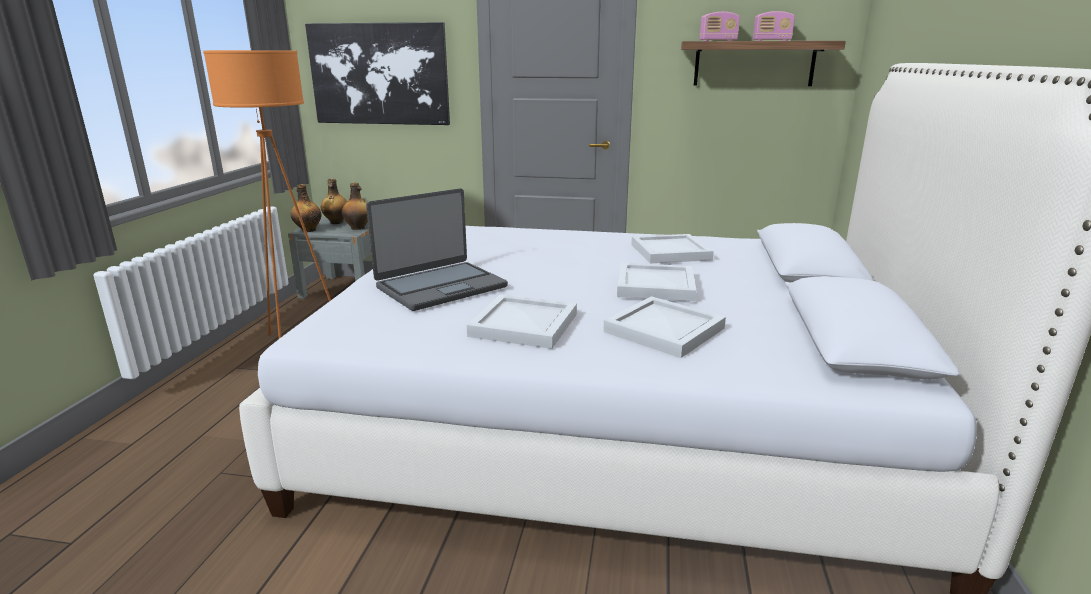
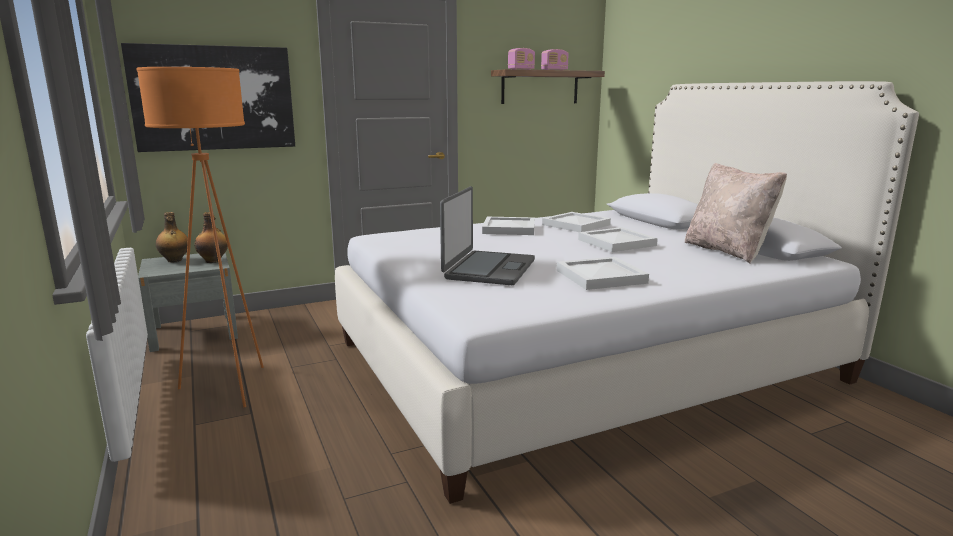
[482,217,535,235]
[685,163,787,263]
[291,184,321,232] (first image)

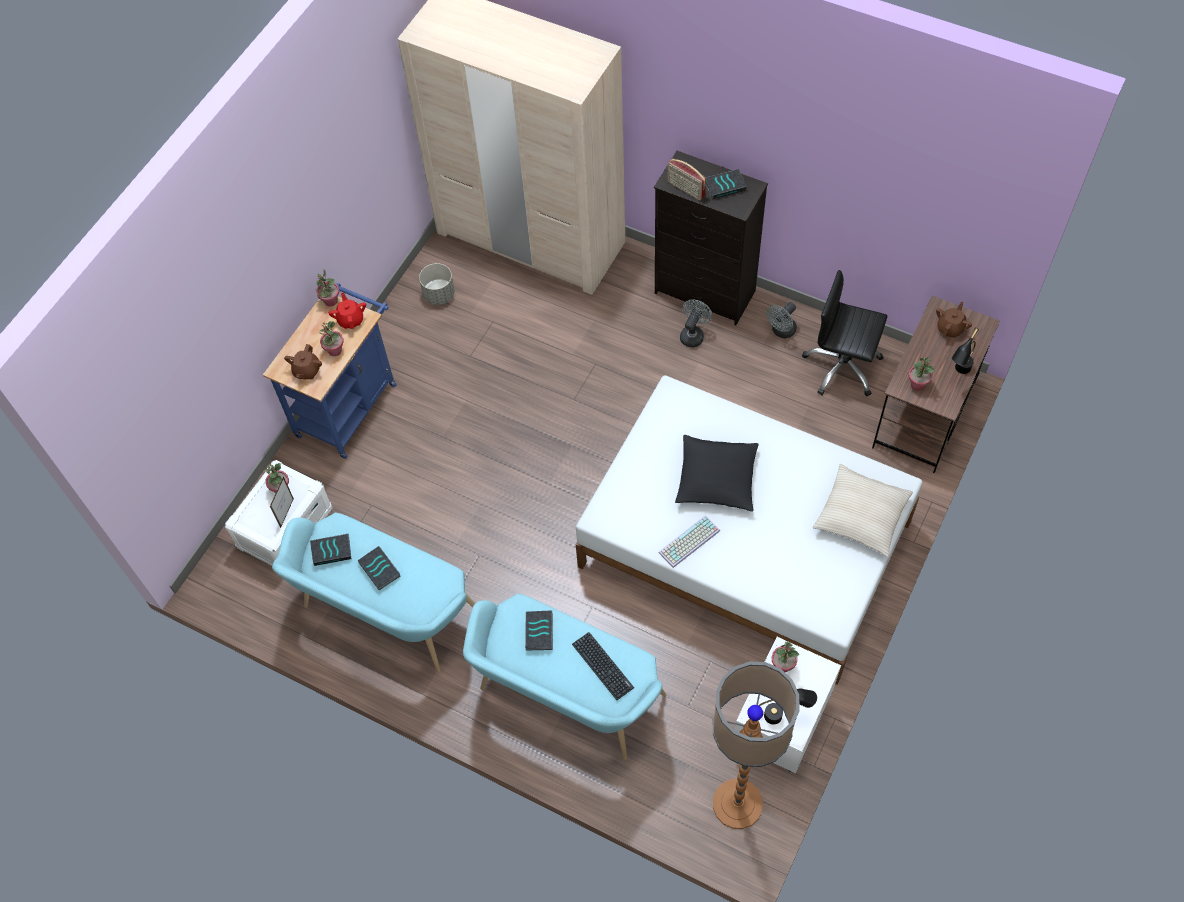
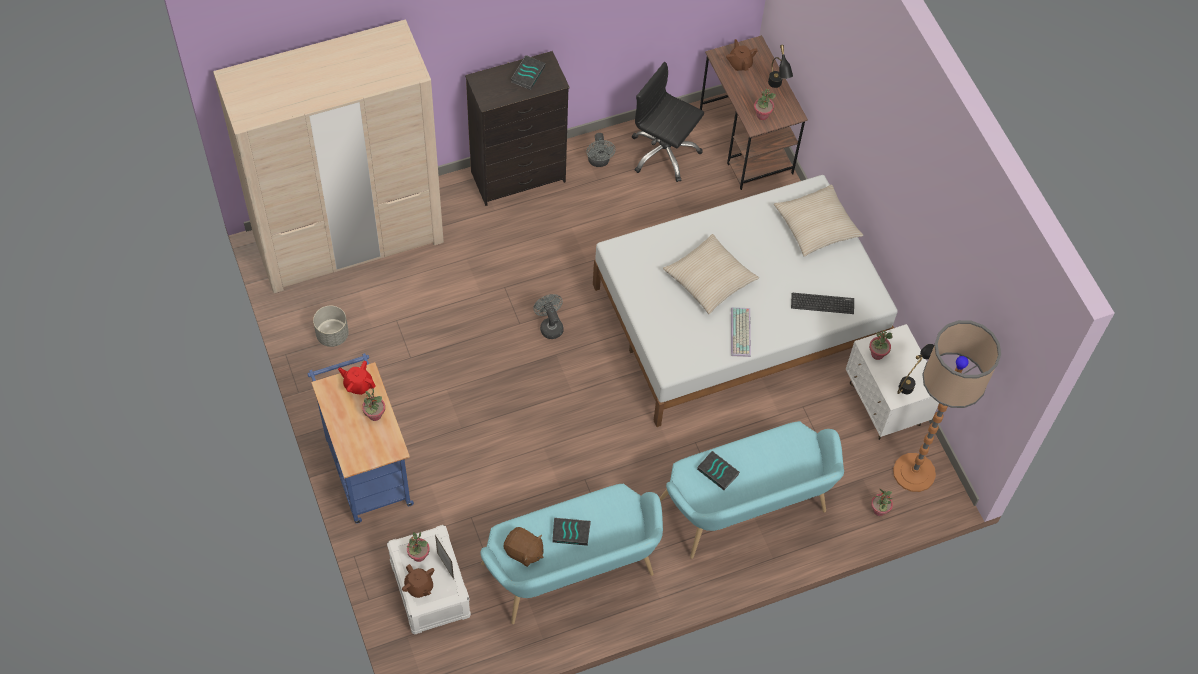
[402,564,434,598]
[504,527,544,567]
[533,294,564,339]
[632,62,704,182]
[663,234,759,315]
[791,293,854,314]
[871,489,893,516]
[668,158,706,200] (first image)

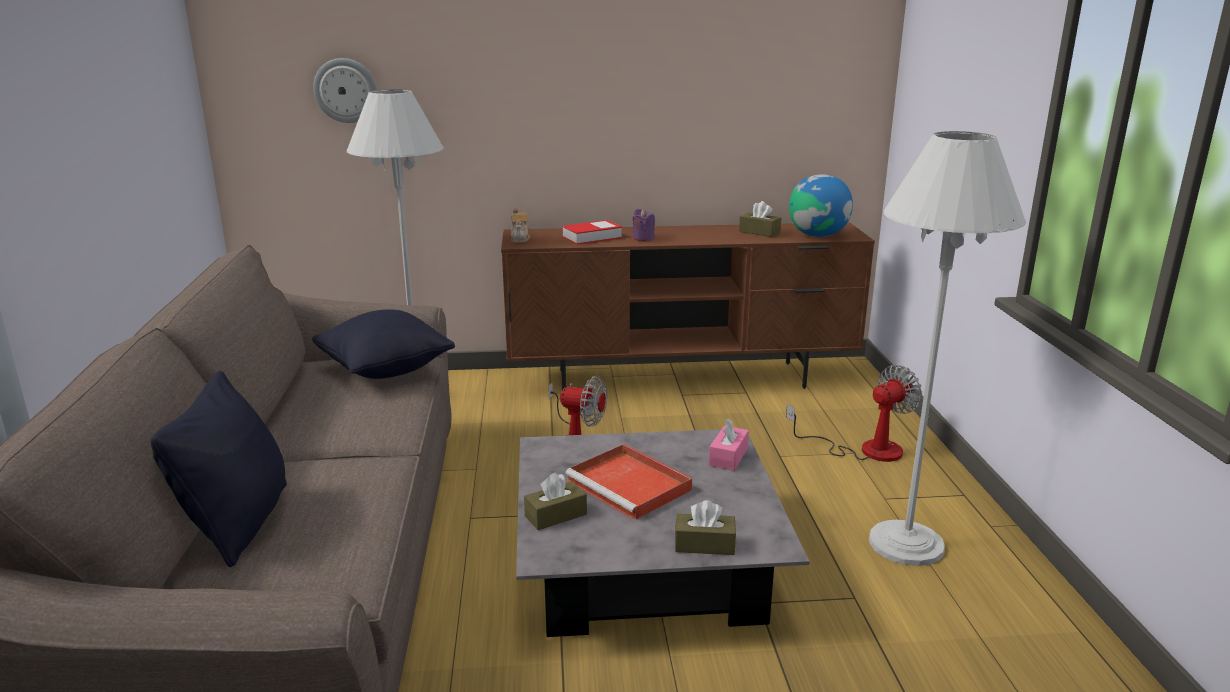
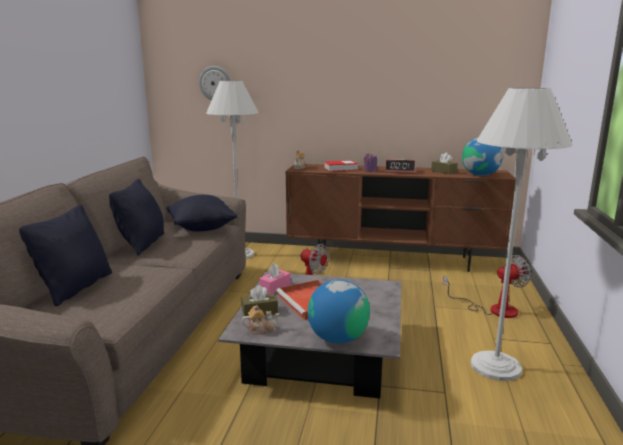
[109,179,164,255]
[242,305,279,335]
[259,263,291,294]
[308,280,370,343]
[385,159,415,173]

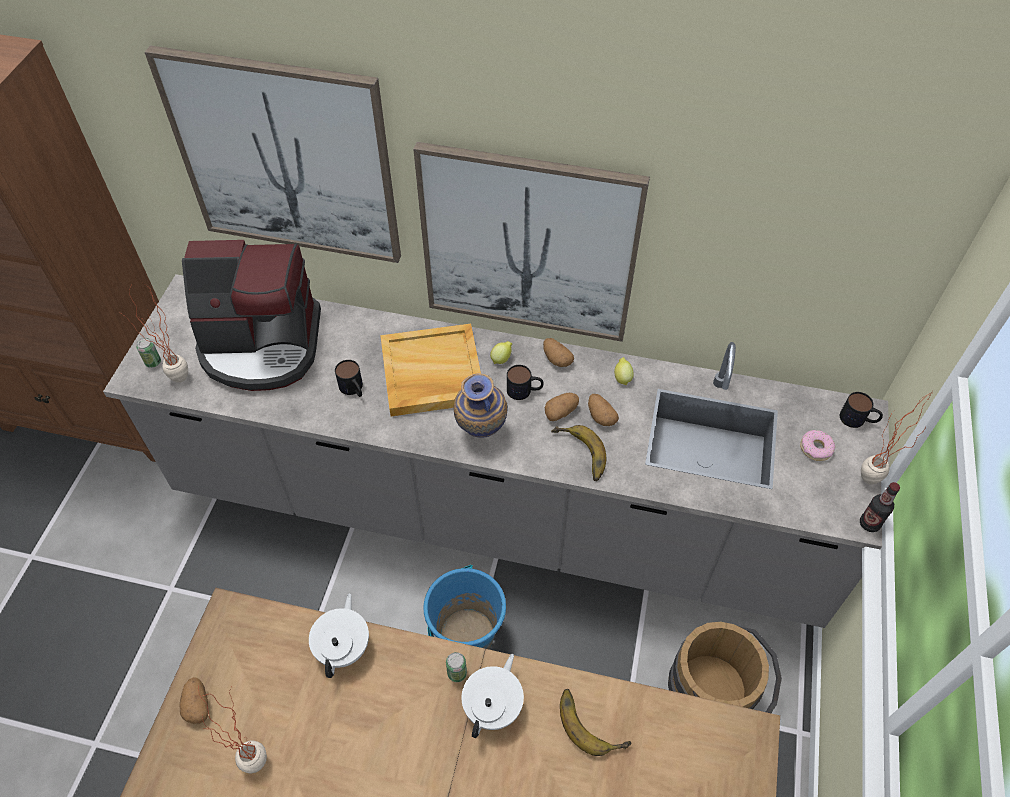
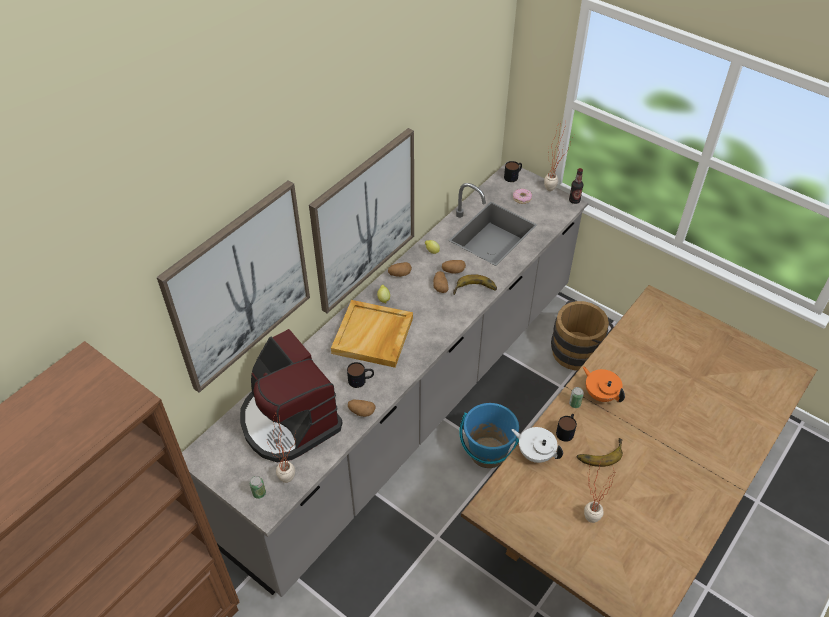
[240,329,342,462]
[348,399,376,417]
[556,414,577,442]
[576,438,623,467]
[583,366,625,402]
[454,373,508,438] (first image)

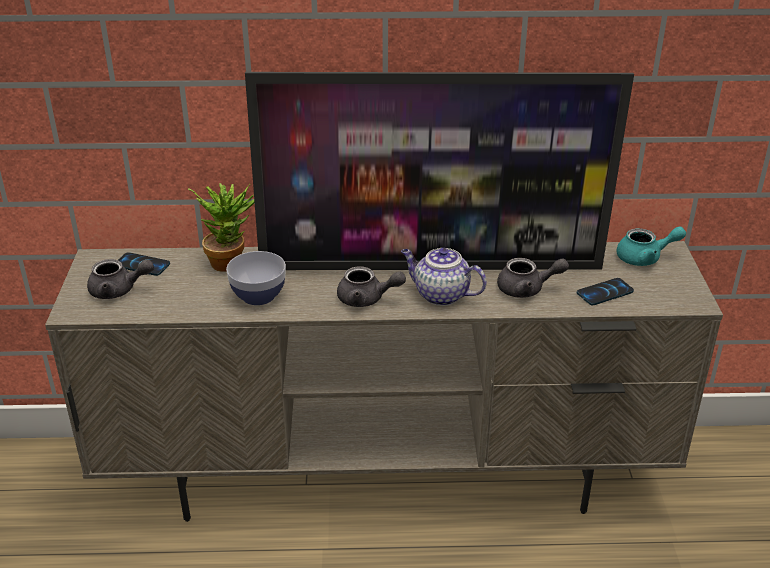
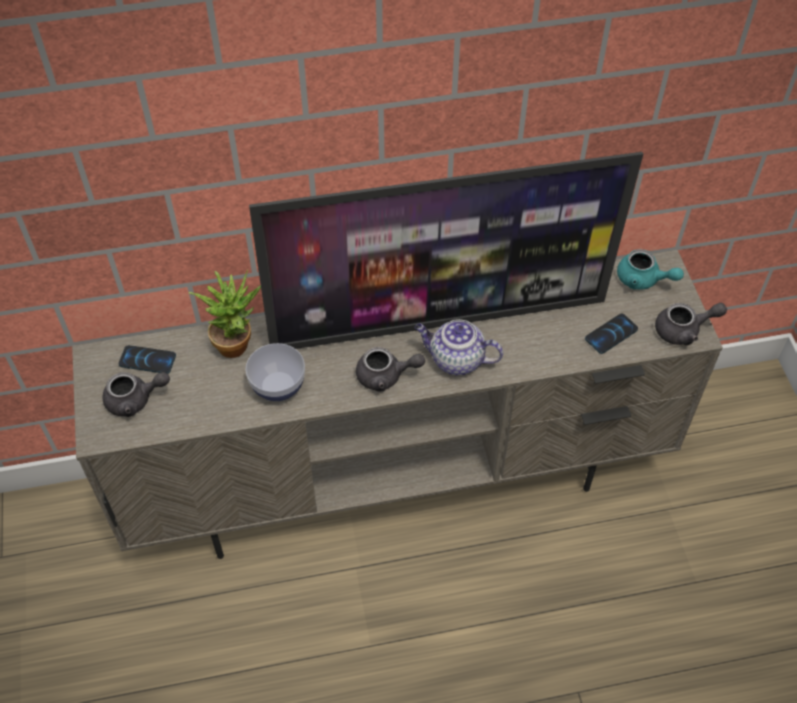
[617,249,684,290]
[655,303,727,345]

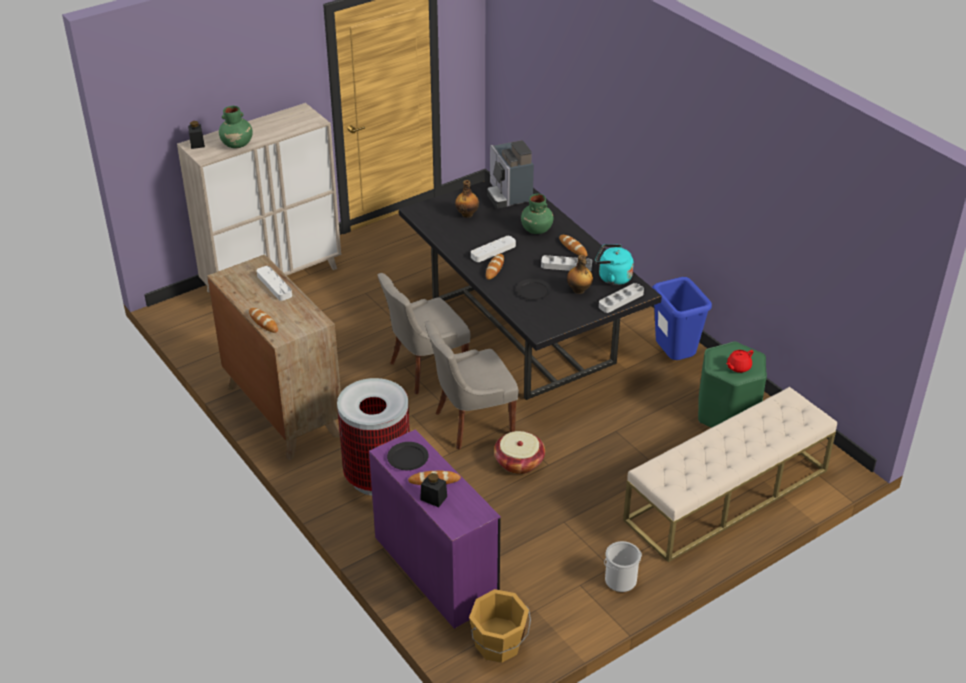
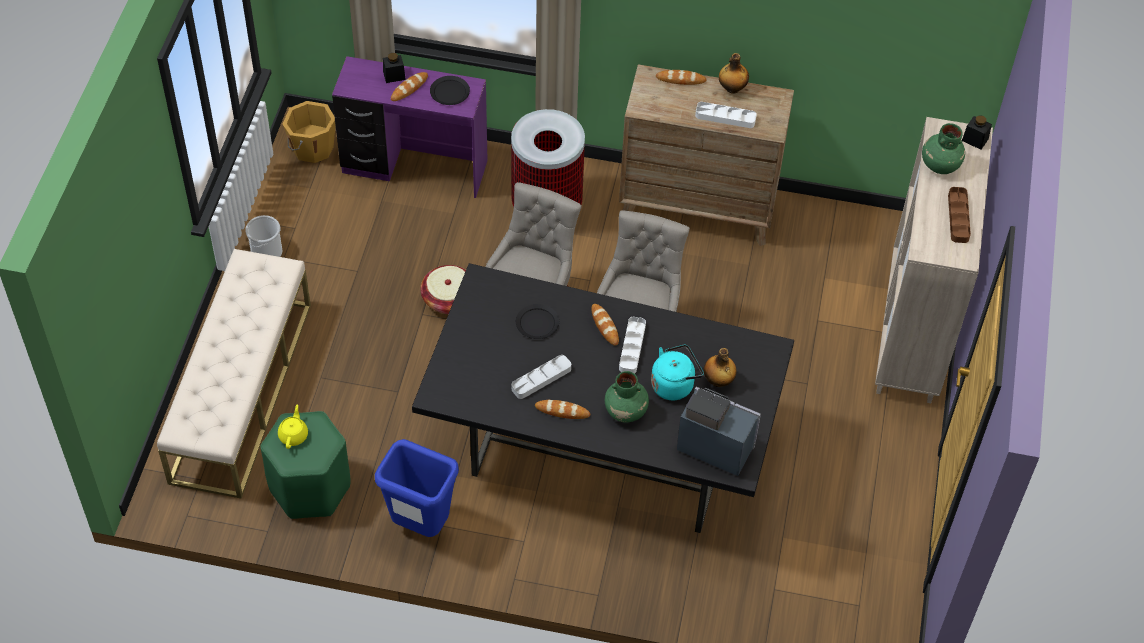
[278,404,308,449]
[651,344,704,400]
[719,53,749,94]
[948,187,971,243]
[599,283,644,313] (first image)

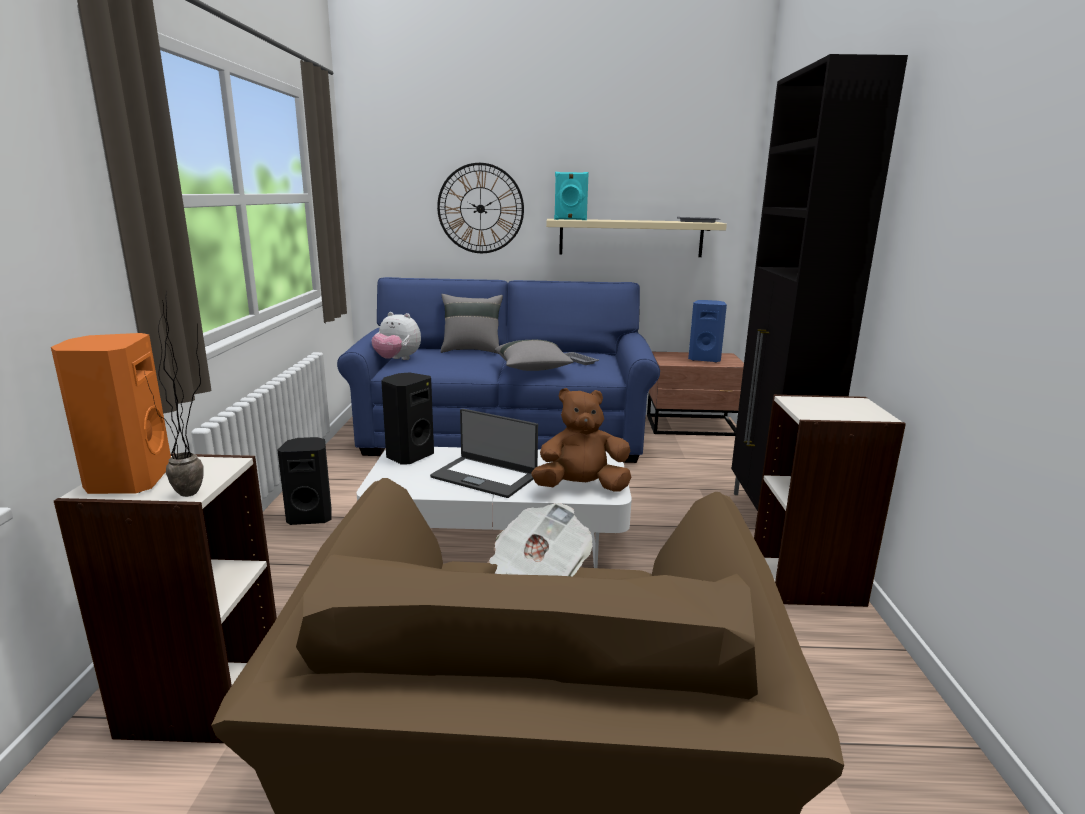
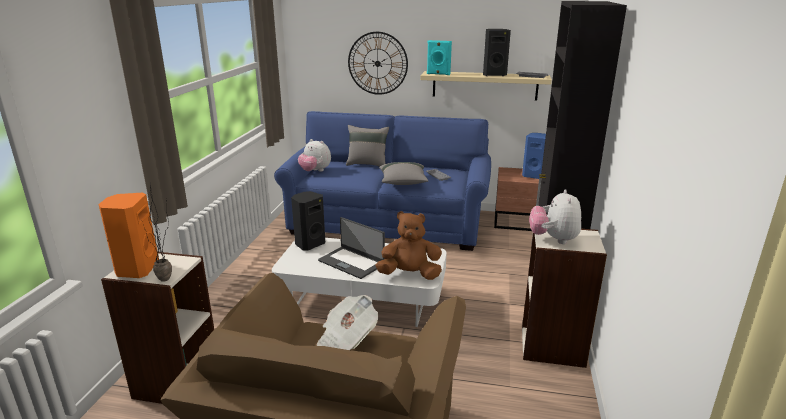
[483,29,511,76]
[529,189,581,244]

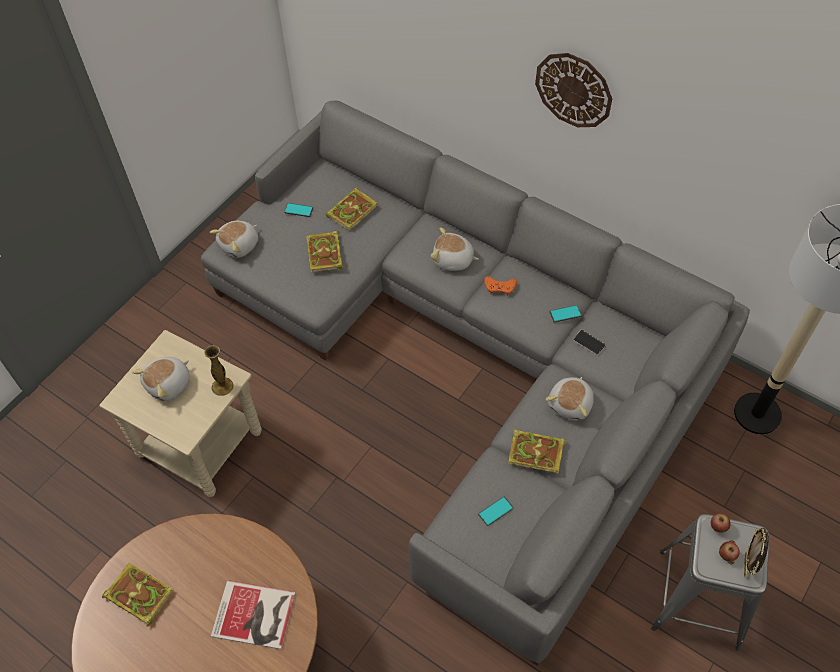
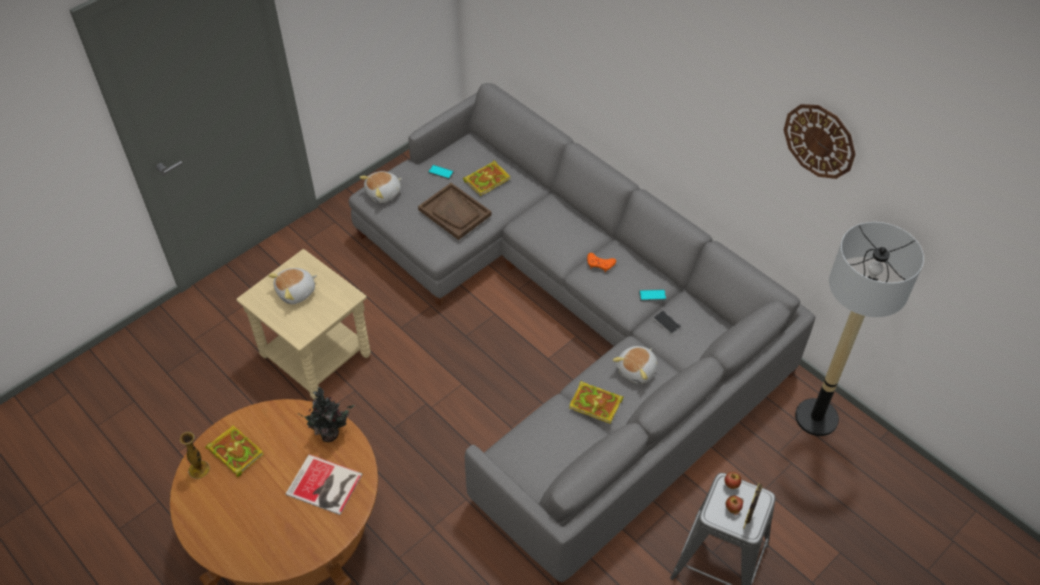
[180,432,210,479]
[298,387,355,442]
[418,183,491,240]
[784,104,856,179]
[430,227,479,271] (first image)
[478,496,514,526] (first image)

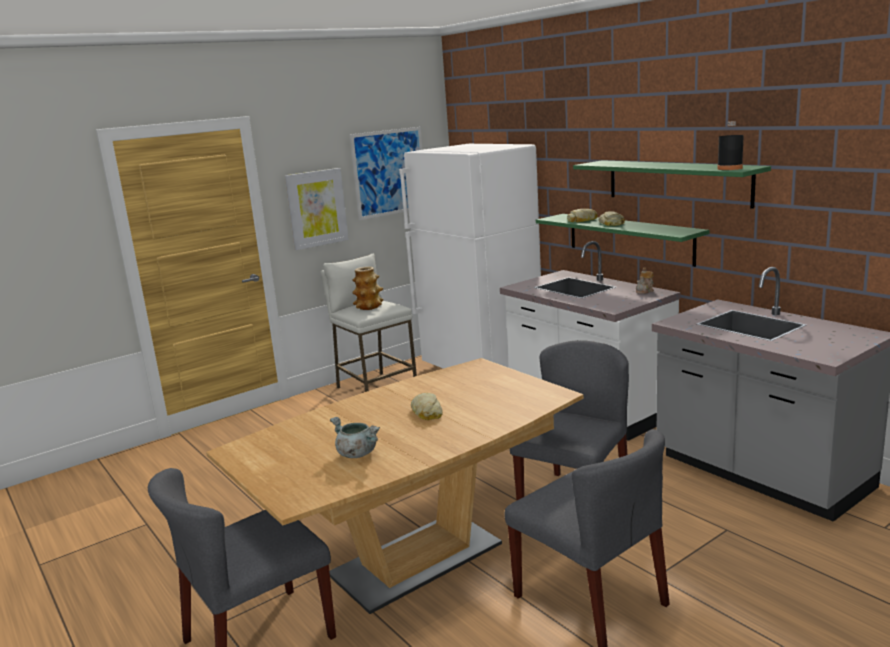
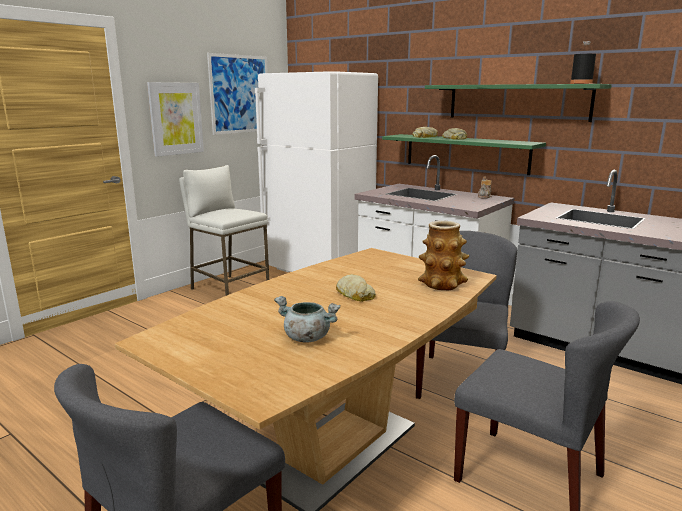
[418,220,469,290]

